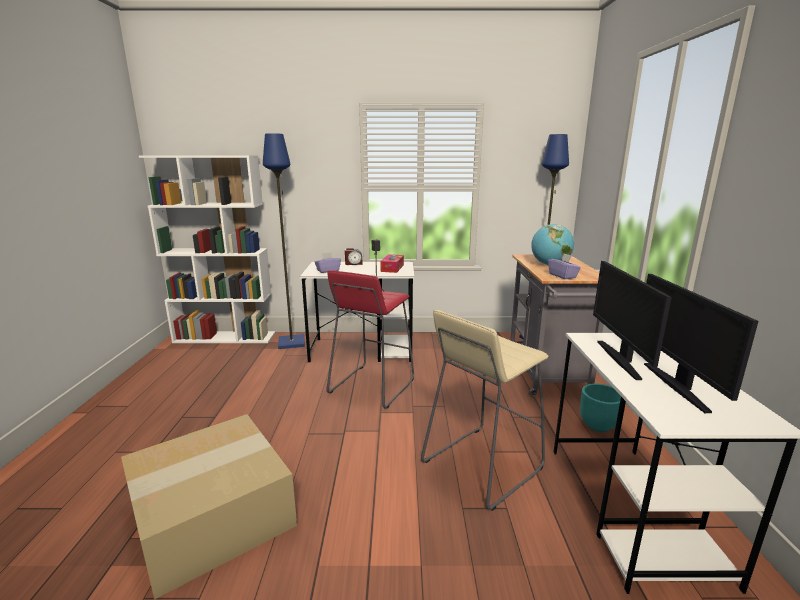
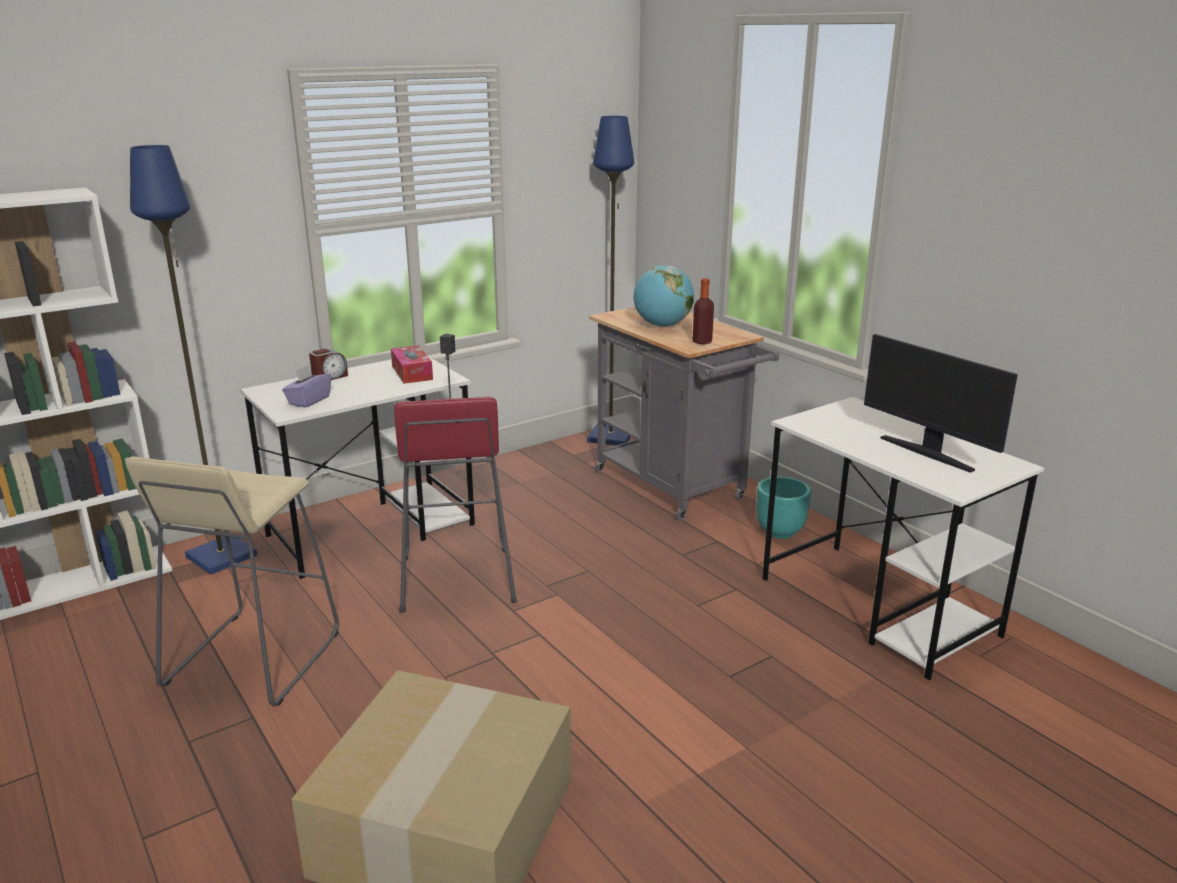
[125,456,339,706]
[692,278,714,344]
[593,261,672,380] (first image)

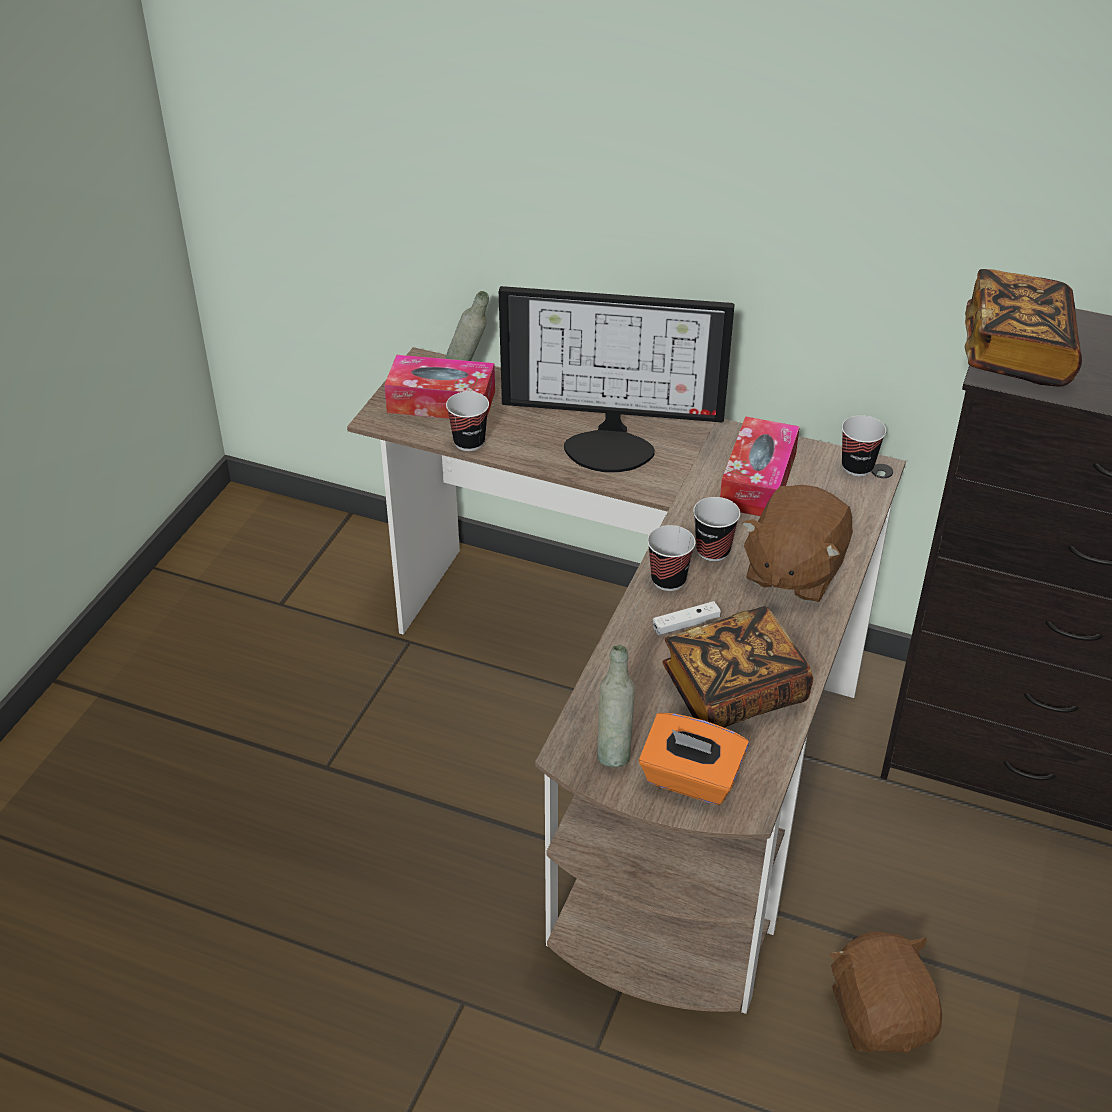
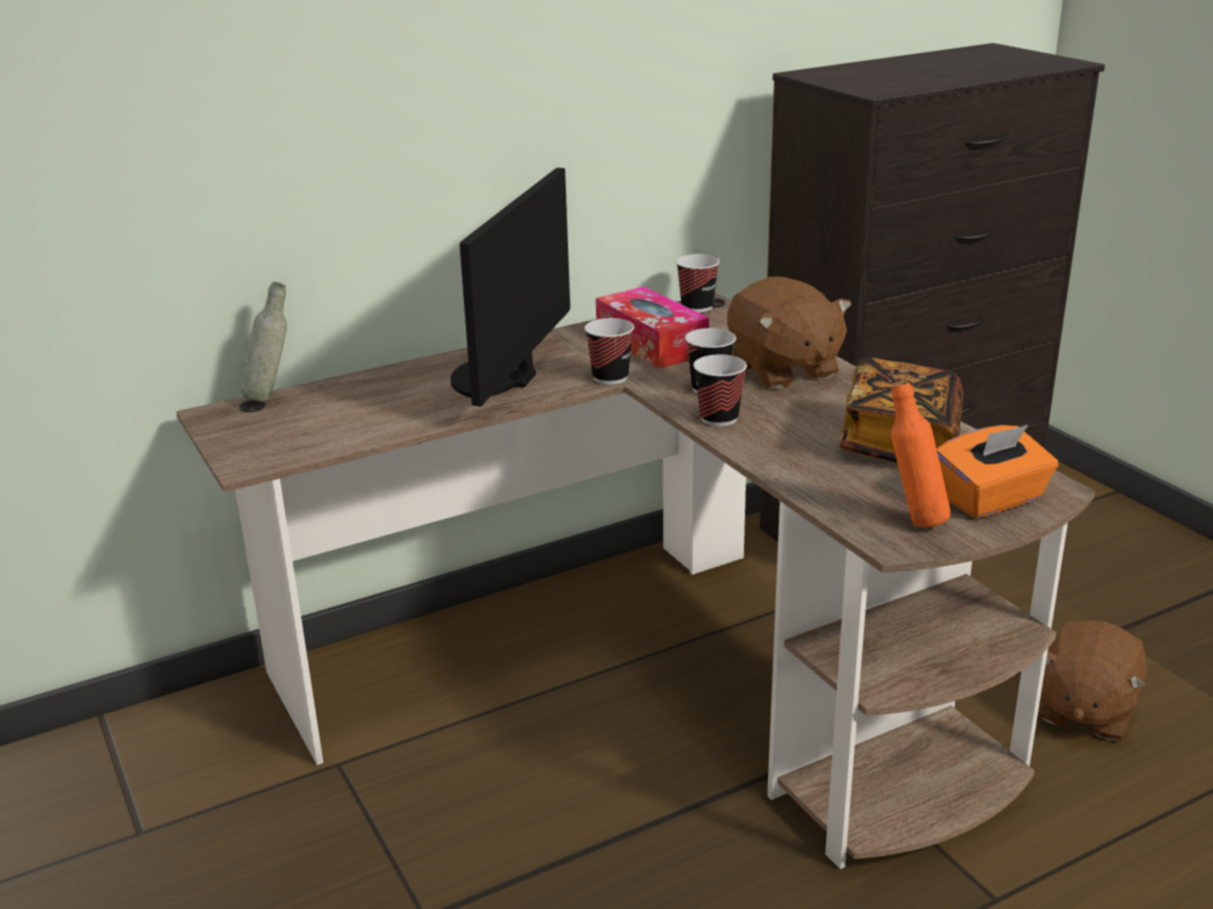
[451,168,570,406]
[585,318,634,385]
[891,381,950,528]
[1039,620,1147,741]
[384,355,495,419] (first image)
[653,601,721,635] (first image)
[965,269,1082,387] (first image)

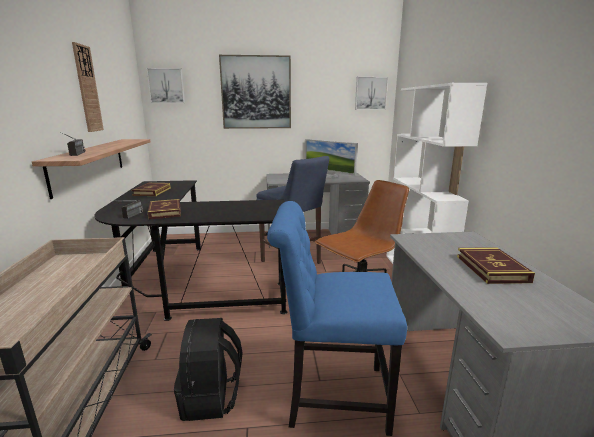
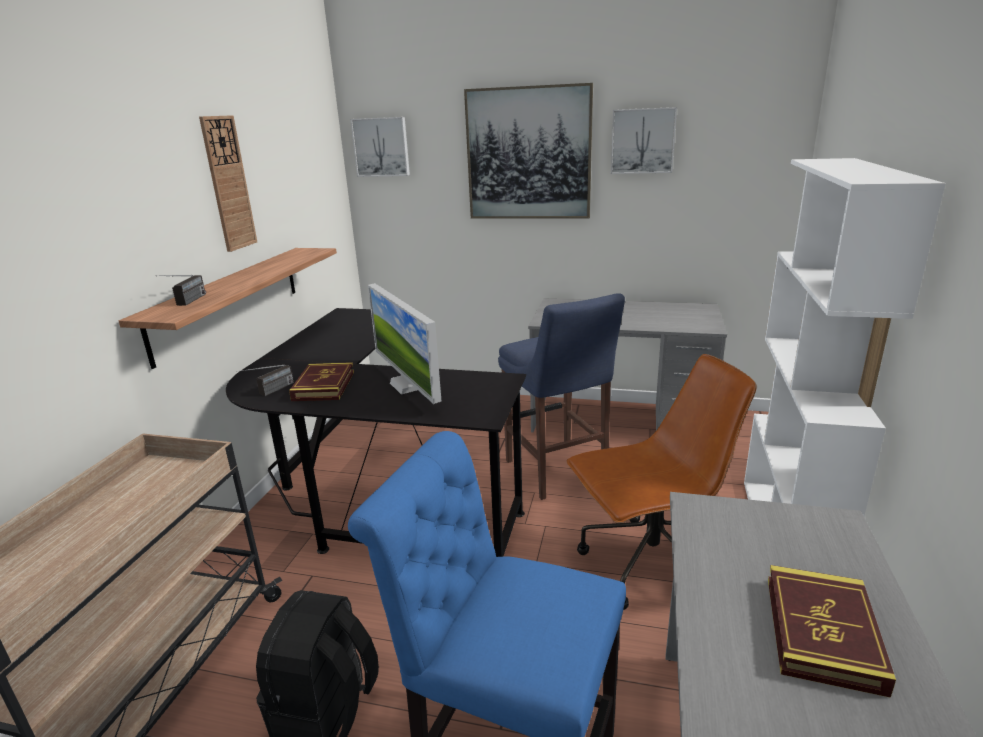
[368,283,441,404]
[611,107,677,174]
[132,183,171,196] (first image)

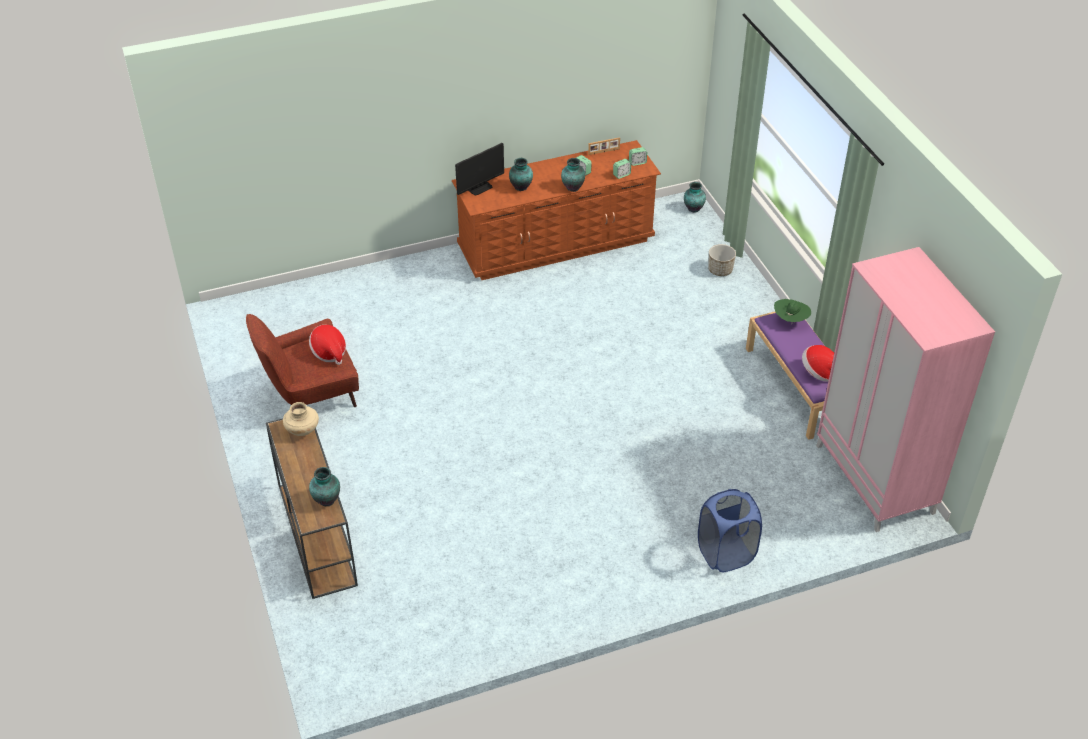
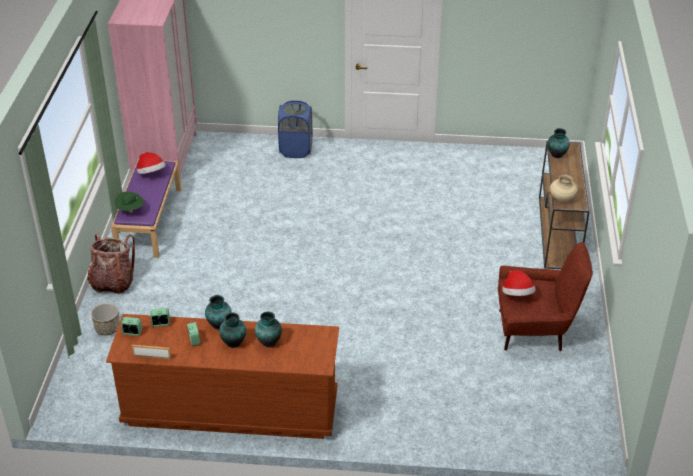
[87,233,135,294]
[219,312,246,348]
[455,143,504,195] (first image)

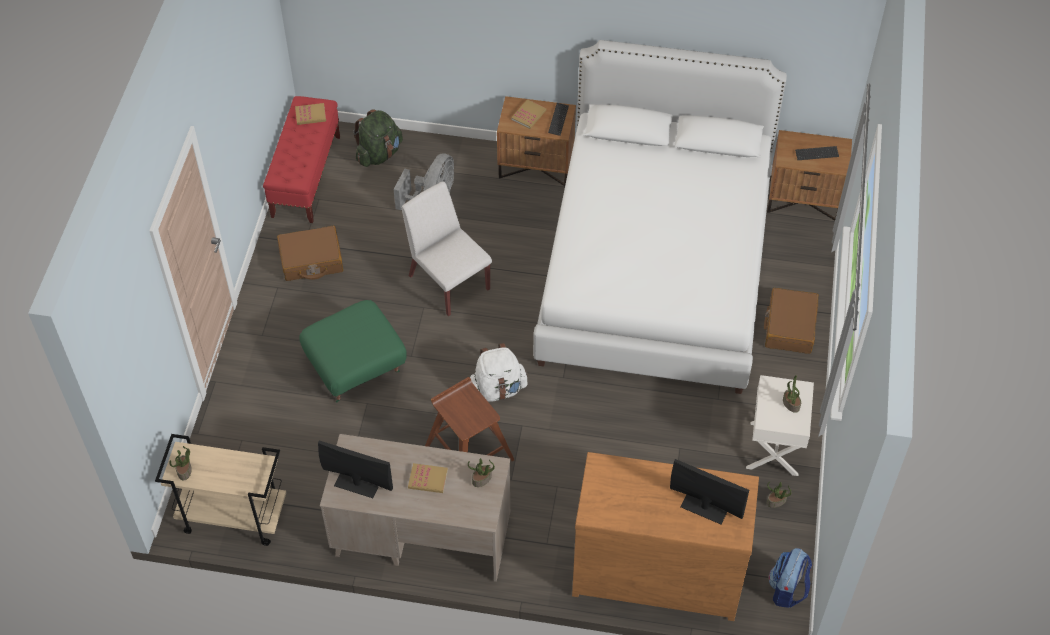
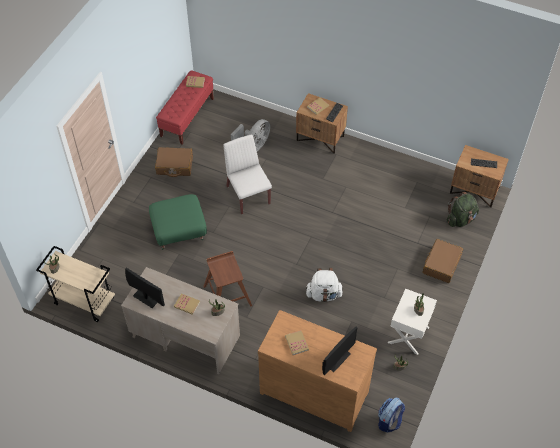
[285,330,309,355]
[306,268,344,302]
[322,327,358,376]
[447,192,479,227]
[533,40,787,394] (first image)

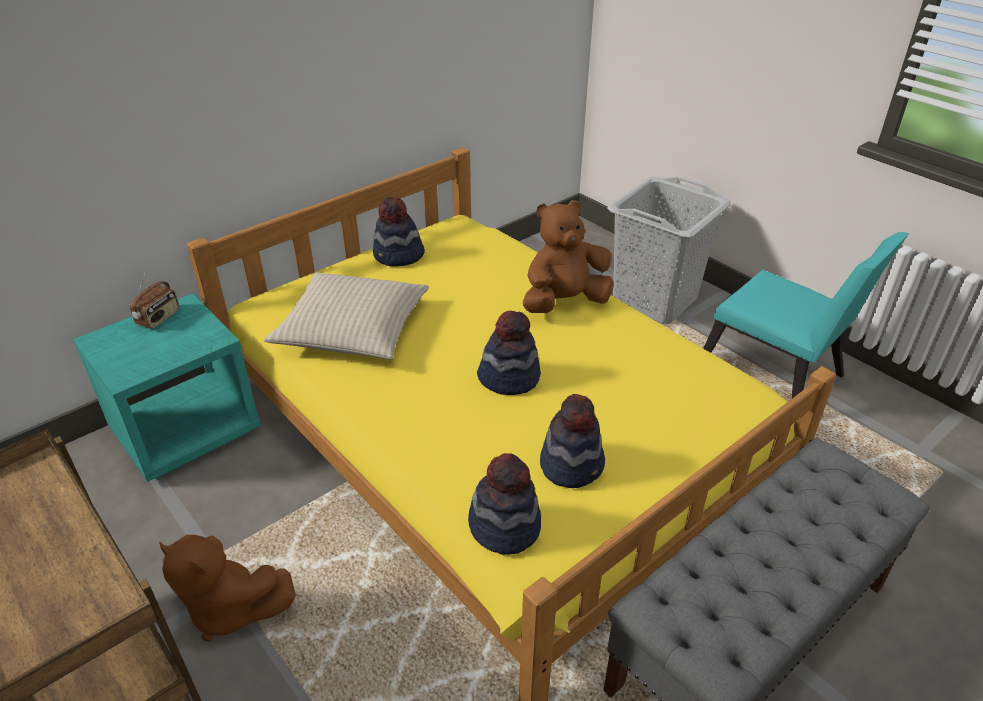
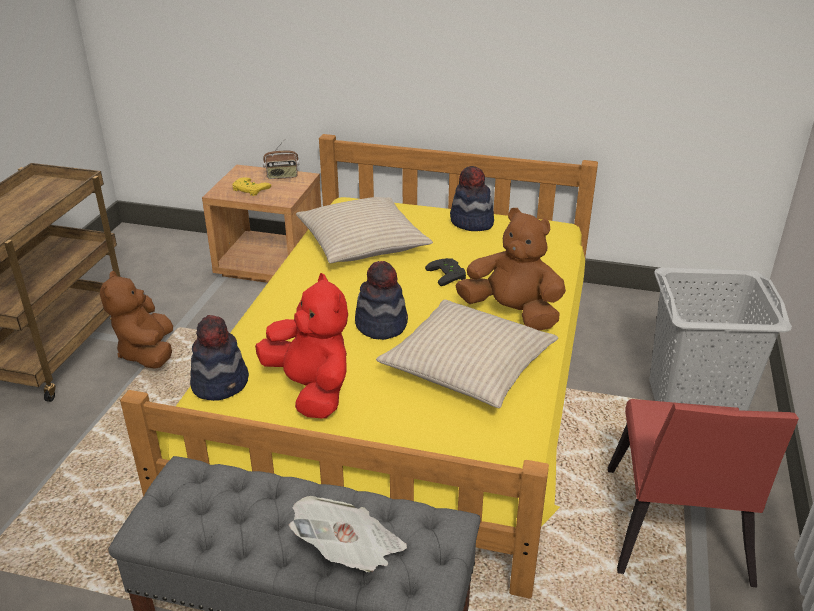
[202,165,321,283]
[232,177,271,196]
[255,273,348,418]
[289,496,407,572]
[376,300,558,408]
[425,258,466,286]
[608,399,799,587]

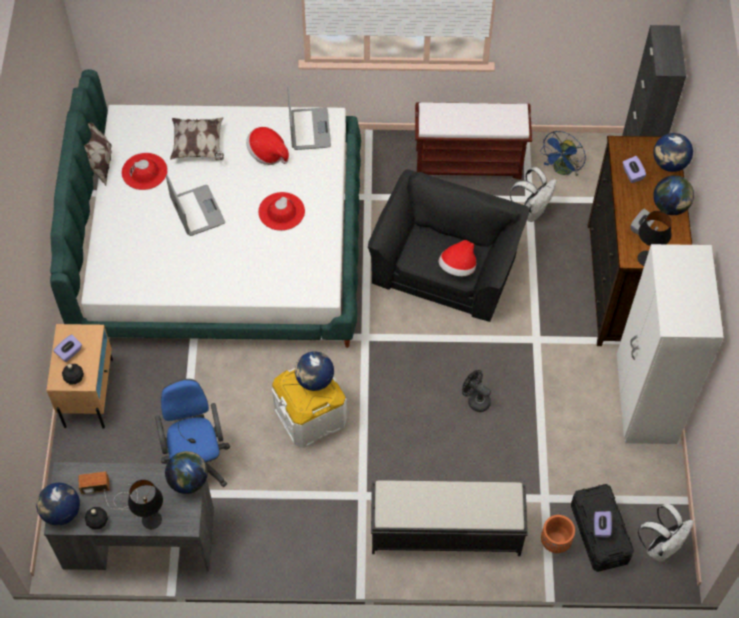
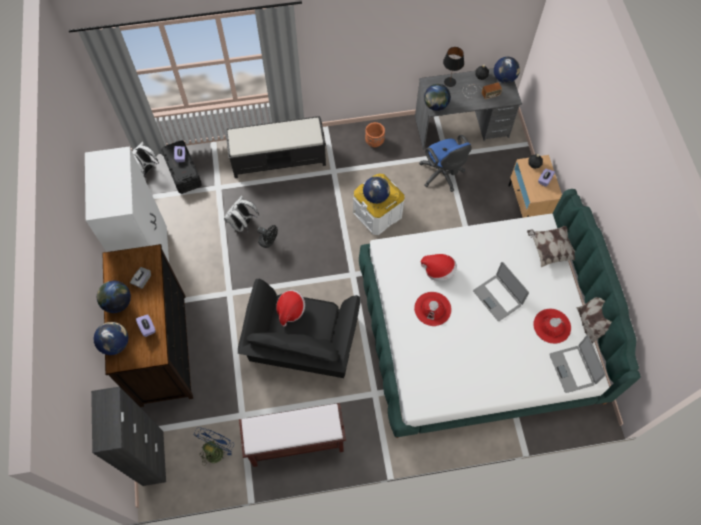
[224,196,259,232]
[365,122,385,147]
[421,254,457,281]
[527,226,575,267]
[549,335,606,393]
[637,211,672,266] (first image)

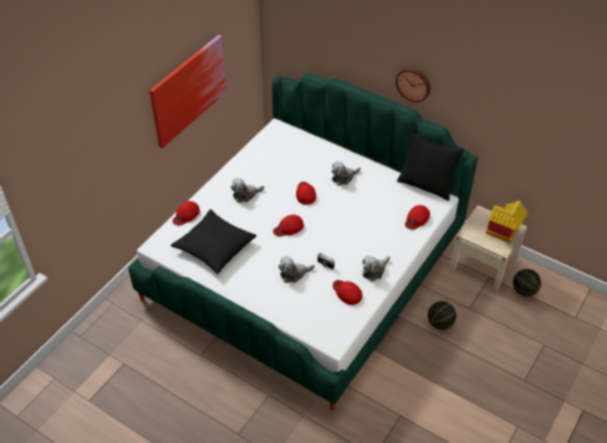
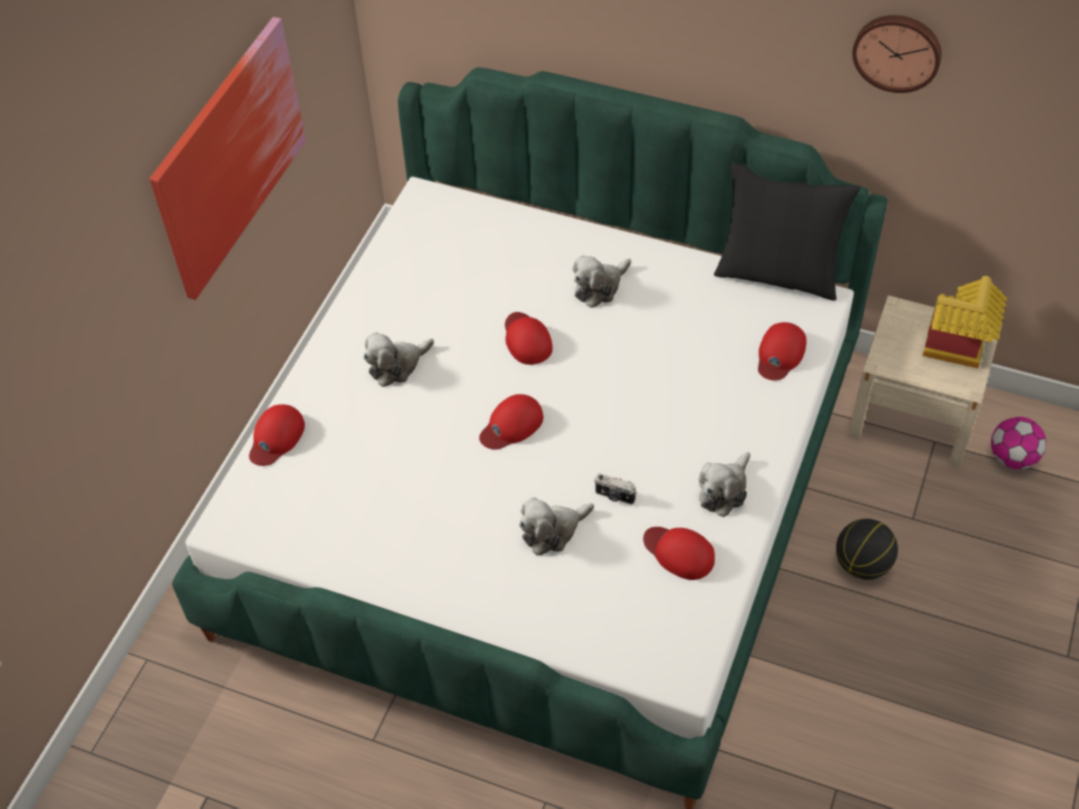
[852,15,942,93]
[991,417,1046,469]
[171,209,257,274] (first image)

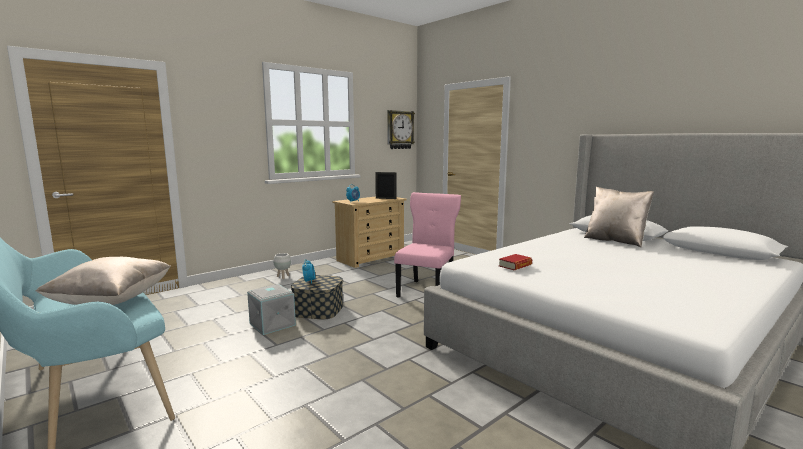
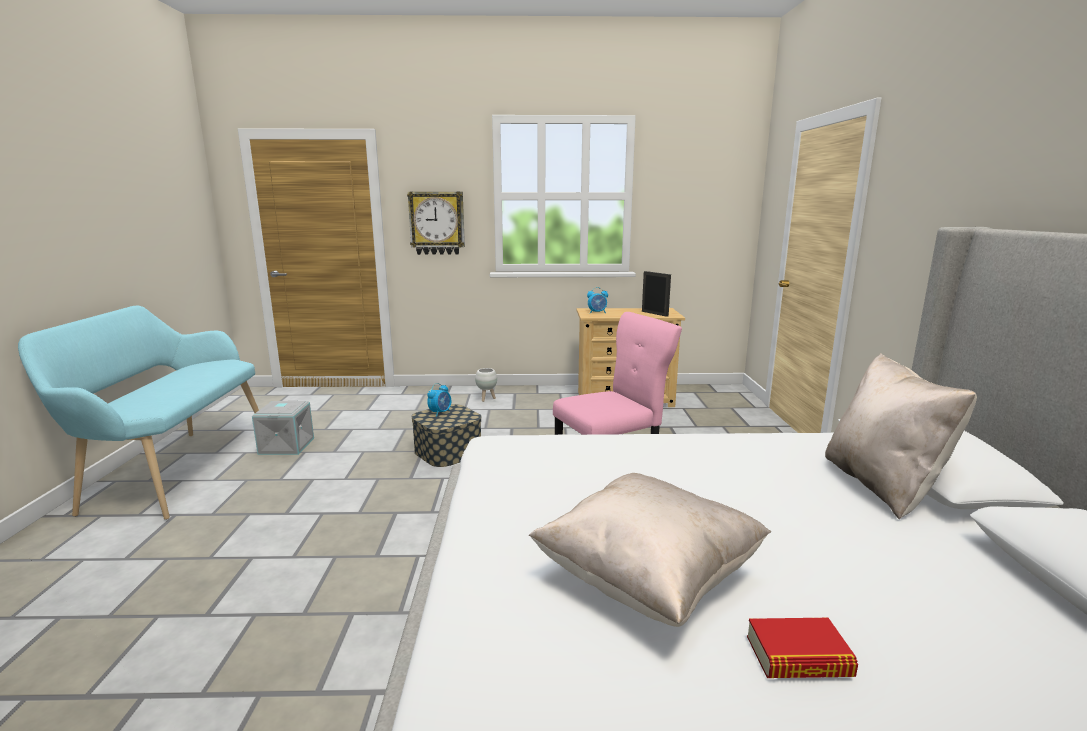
[252,401,314,455]
[407,192,465,255]
[529,473,771,627]
[747,618,858,678]

